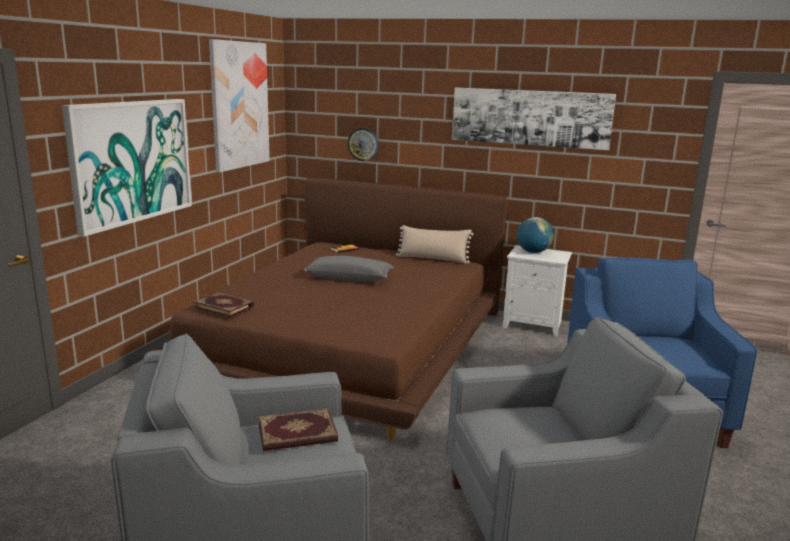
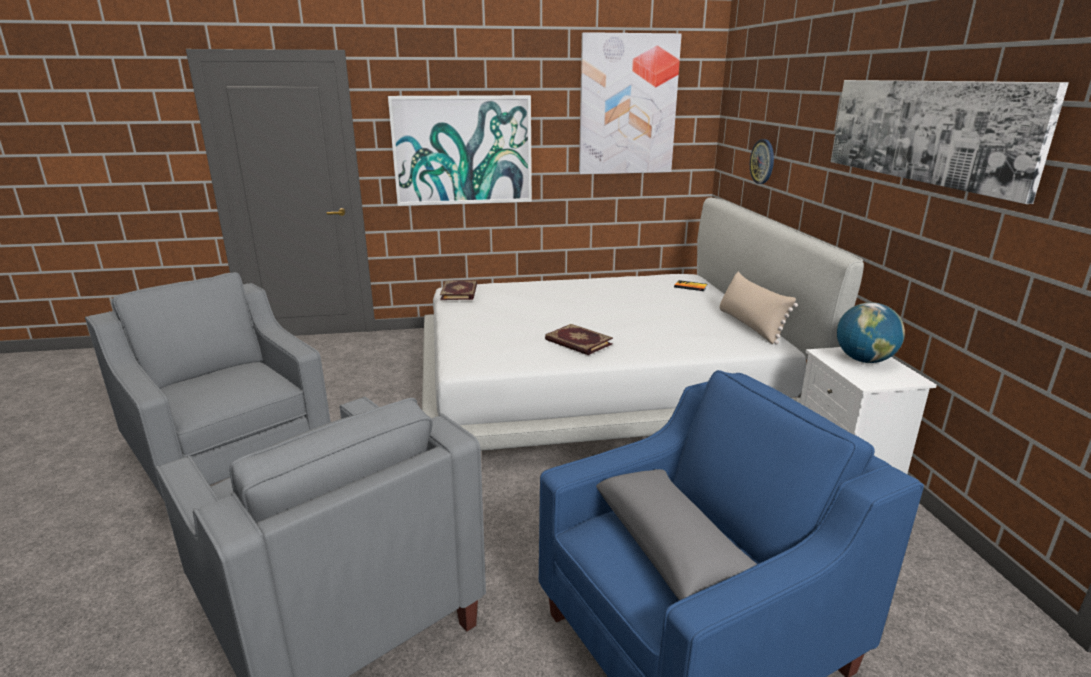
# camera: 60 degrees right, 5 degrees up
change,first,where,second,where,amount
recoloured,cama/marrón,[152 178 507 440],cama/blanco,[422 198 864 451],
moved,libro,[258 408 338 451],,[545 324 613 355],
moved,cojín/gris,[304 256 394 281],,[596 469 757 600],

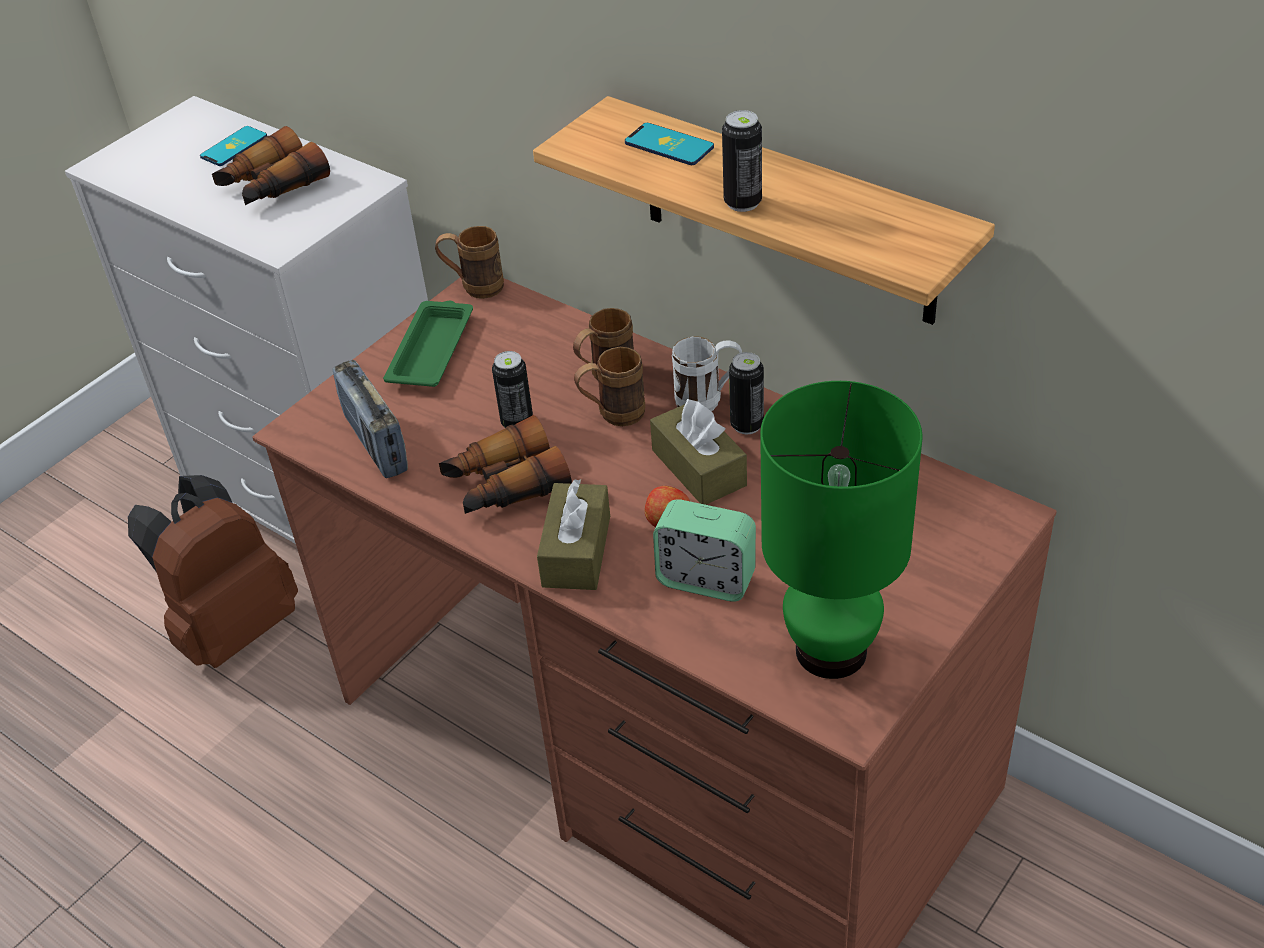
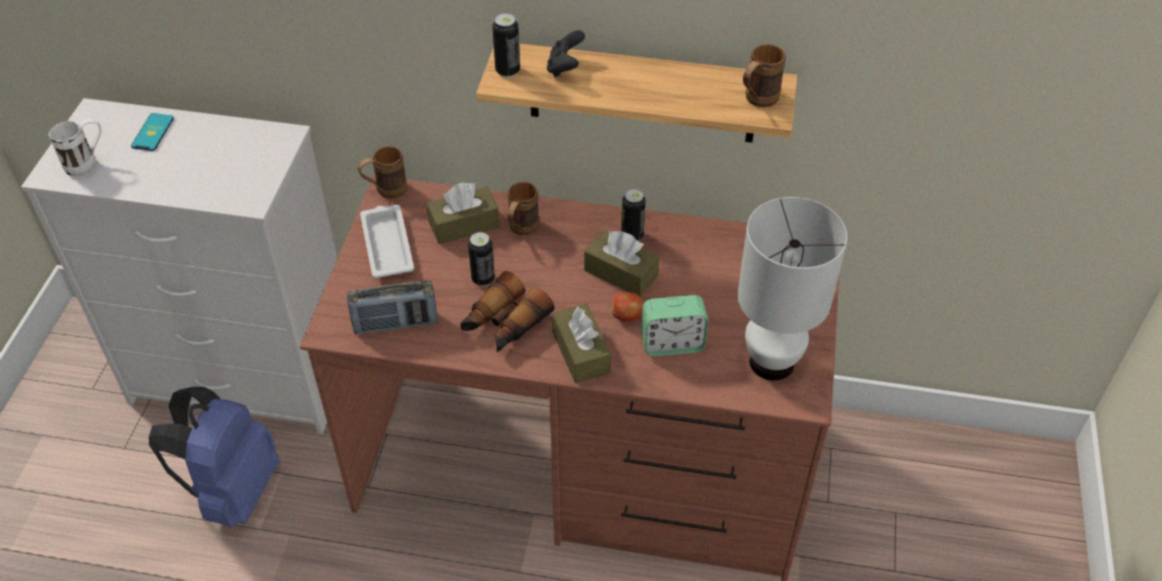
# camera: 30 degrees left, 5 degrees up
change,first,where,second,where,amount
moved,taza grande/blanco,[672 336 742 411],,[49 119 101 176],
recoloured,mochila/marrón,[128 475 298 668],mochila/azul,[149 387 279 527],
turned,radio,[333 360 408 478],,[347 280 437 334],45 degrees counterclockwise
recoloured,bandeja/verde,[383 301 473 387],bandeja/blanco,[360 205 414 278],
added,,,caja de pañuelos/marrón,[426 182 500 244],
moved,lata,[722 110 762 212],,[492 13 520 78],
replaced,móvil,[625 123 714 165],mando de consola/negro,[547 30 585 77],
recoloured,lámpara de mesa/verde,[760 381 922 679],lámpara de mesa/blanco,[738 197 847 381],
moved,taza grande/marrón,[574 347 645 426],,[743 44 786 107],
removed,prismáticos,[212 126 330 205],,,

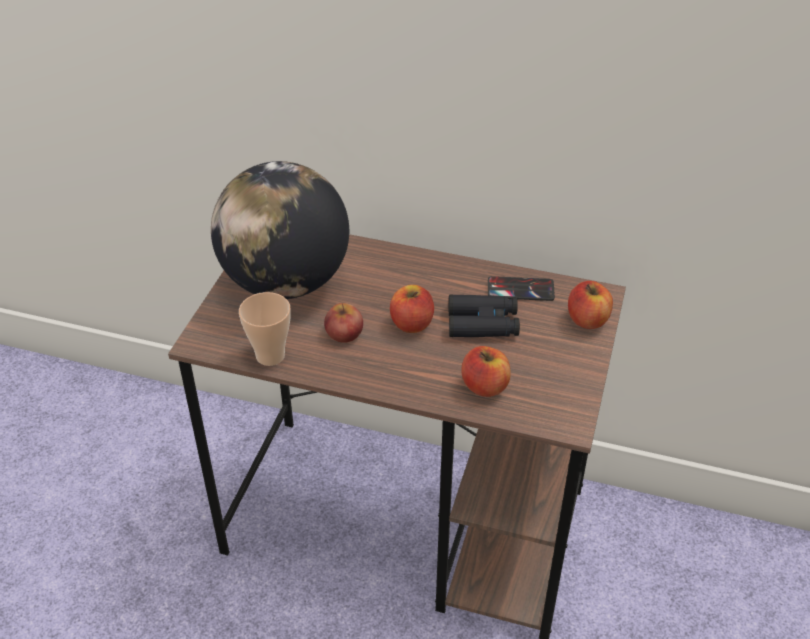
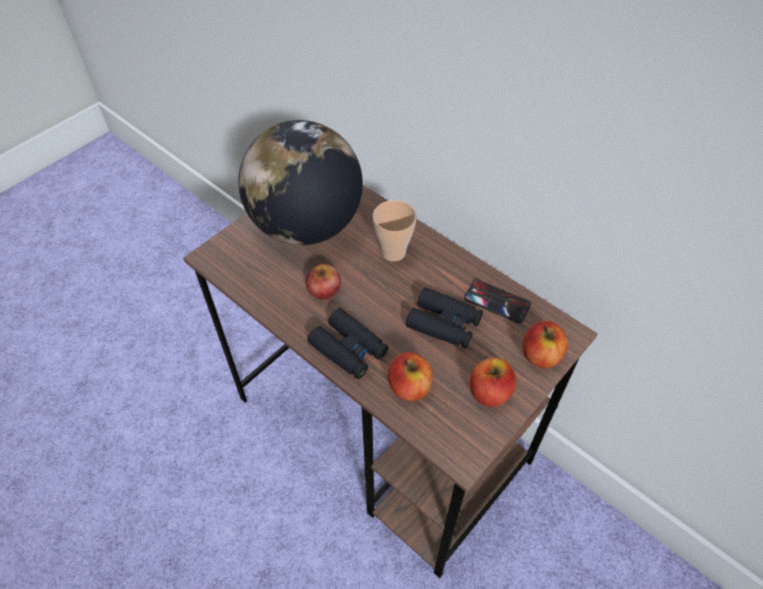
# camera: 25 degrees right, 10 degrees up
change,first,where,second,where,amount
added,,,prismáticos/negro,[307 308 388 379],
moved,taza,[239 292 291 366],,[373 200 417 261],
moved,manzana,[390 285 434 333],,[470 358 516 407],

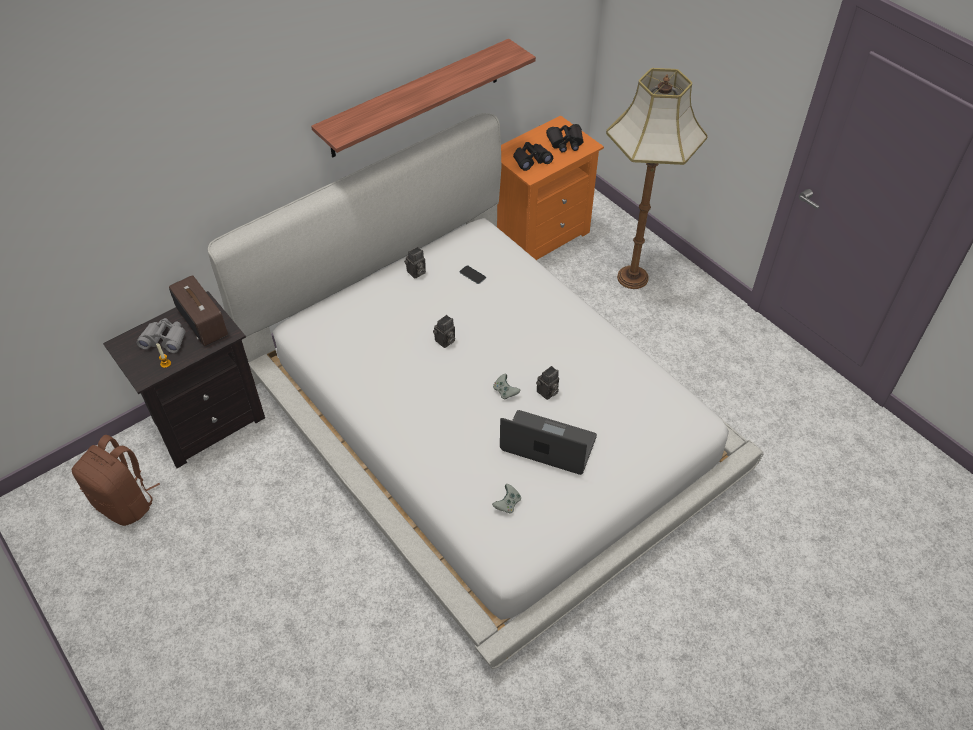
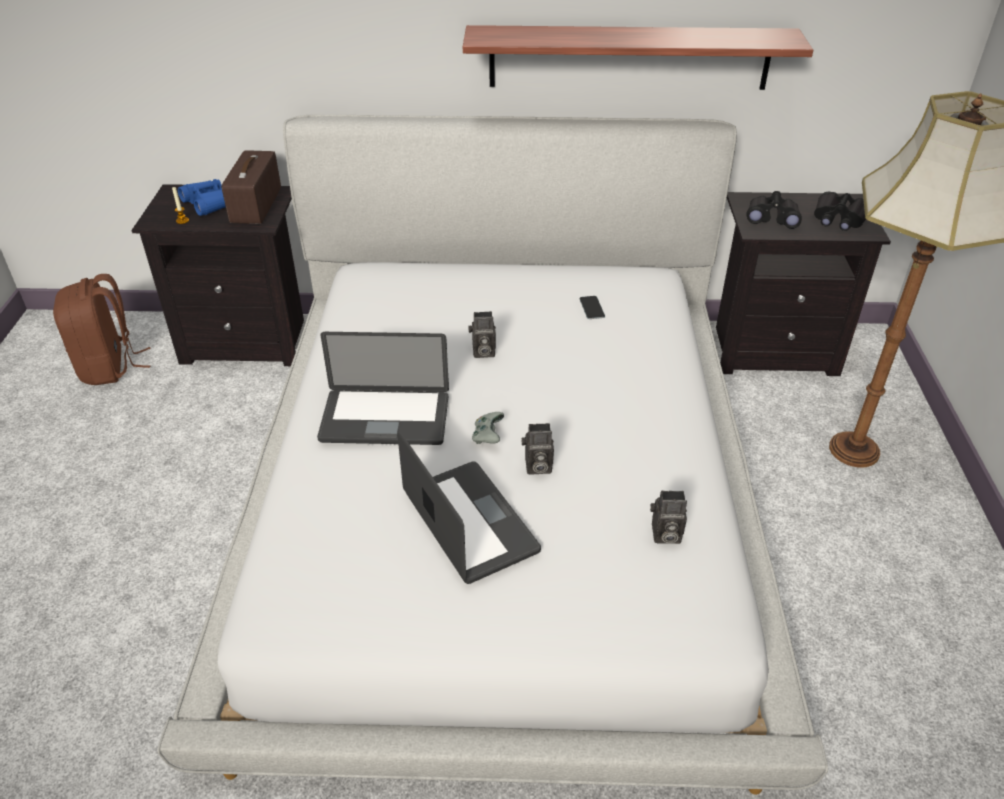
# camera: 40 degrees right, 10 degrees down
change,first,where,second,where,amount
recoloured,prismáticos/gris,[136 318 186 353],prismáticos/azul,[178 179 226 216],
added,,,portátil,[317 332 449 445],
moved,cámara,[404 247 426 279],,[650 490 687 544],
recoloured,mesita de noche/naranja,[497 115 604 260],mesita de noche/negro,[716 192 891 376],
removed,mando de consola/gris,[492 484 521 514],,,

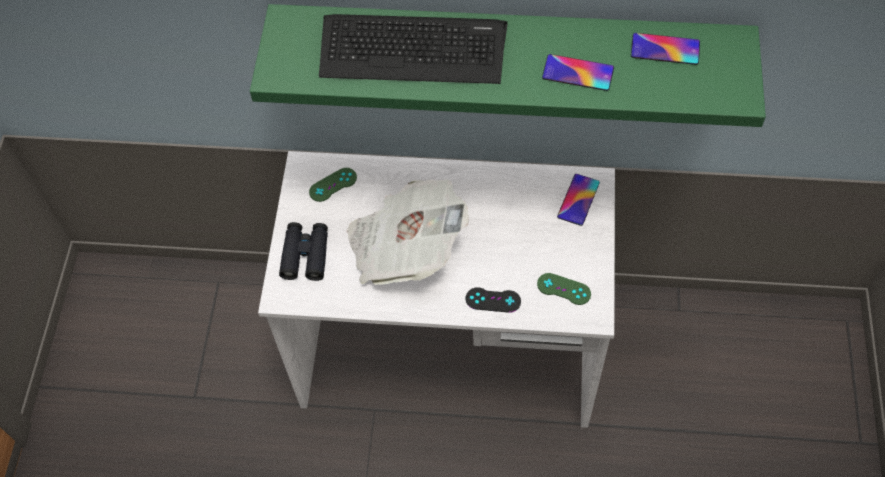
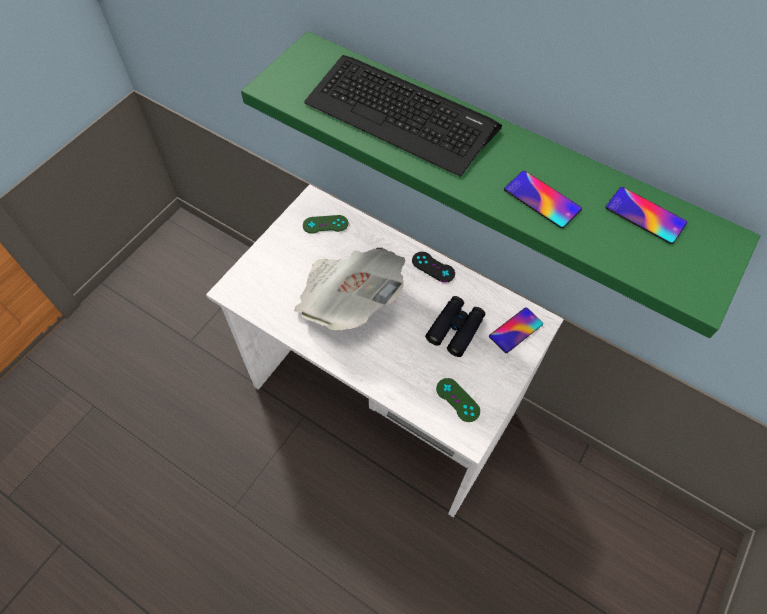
# camera: 25 degrees right, 0 degrees up
change,first,where,second,where,amount
moved,mando de consola/negro,[466 287 521 313],,[412 252 455 283],
moved,prismáticos/negro,[279 222 328 281],,[425 296 485 357],

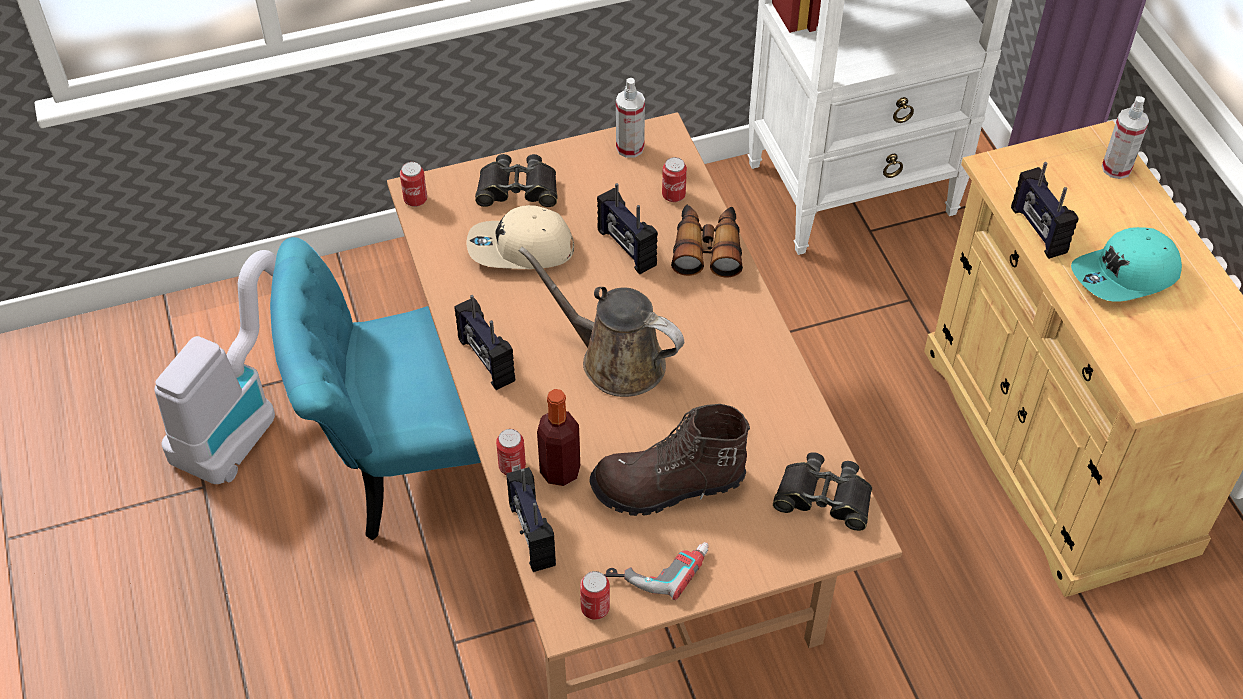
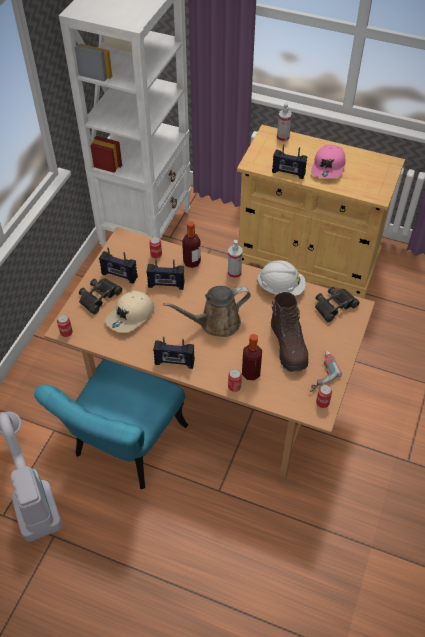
# camera: 50 degrees left, 0 degrees up
change,first,where,second,where,amount
moved,radio,[506 467 556 572],,[99 247 138 284],
replaced,prismáticos,[671 205 743 278],botella,[182 221 201 268],
moved,pulverizador,[616 78 645 158],,[228 240 243 279],
added,,,casco/blanco,[257 260 306 296],
turned,bota/marrón,[589 404 750 516],,[271 292 309 372],45 degrees counterclockwise
recoloured,gorra/turquesa,[1071 227 1182 302],gorra/rosa,[311 145 345 179],

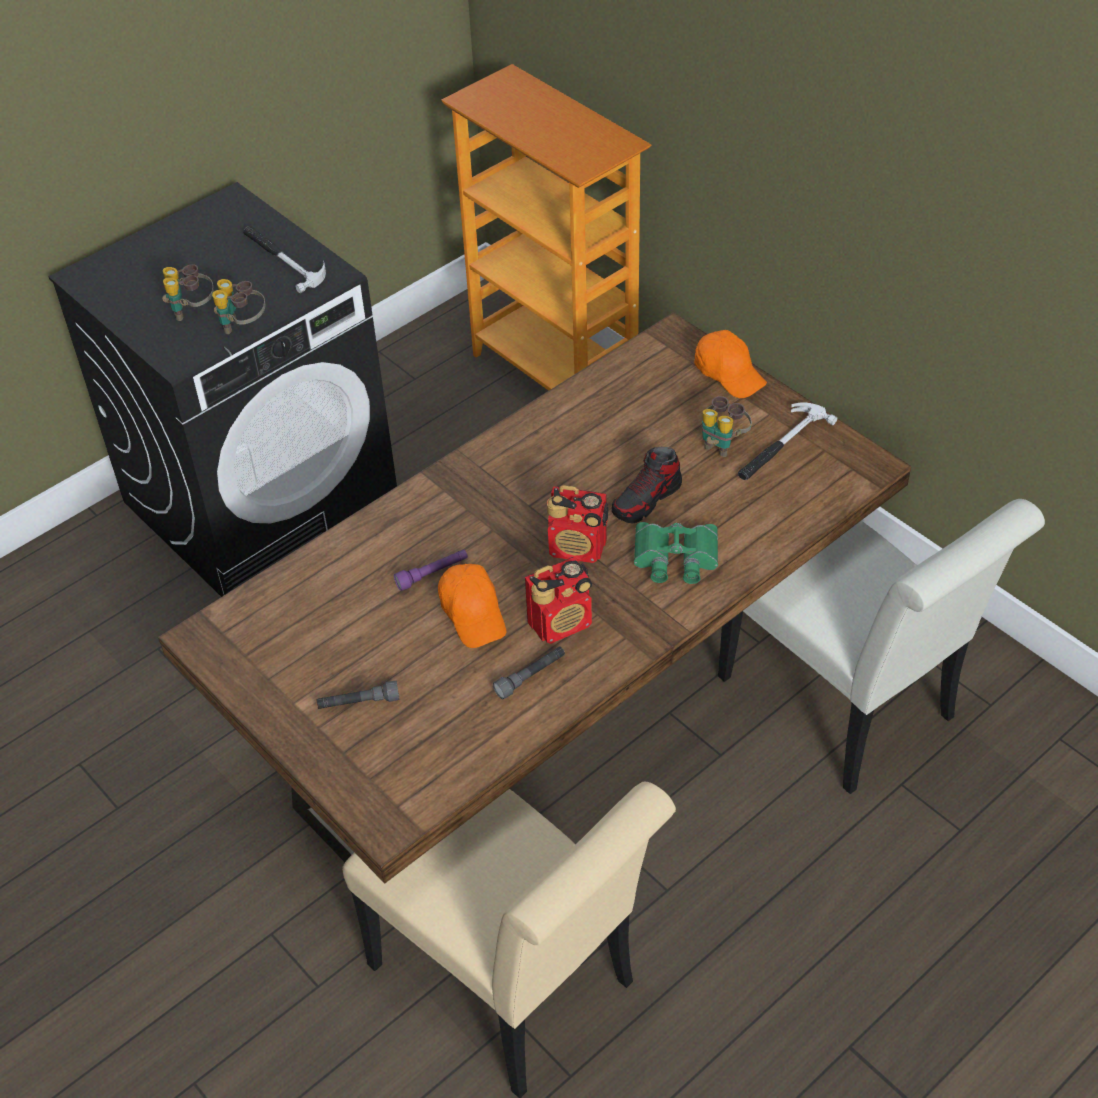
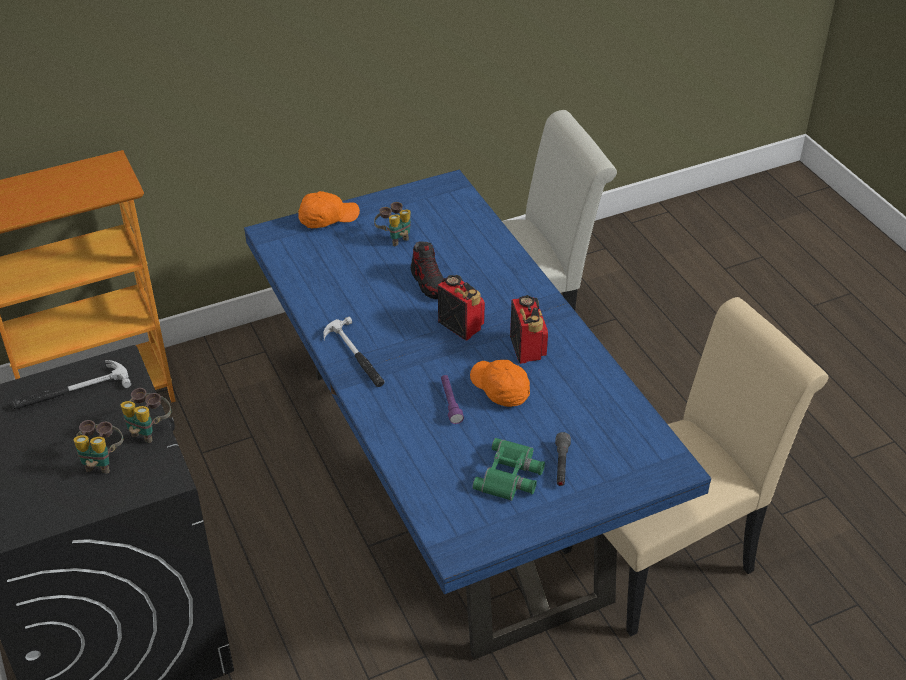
# camera: 75 degrees left, 5 degrees down
change,first,where,second,where,amount
recoloured,mesa de comedor/marrón,[158 312 912 884],mesa de comedor/azul,[244 169 711 660],
moved,martillo,[738 403 837 480],,[323 317 385 387],
turned,radio,[547 485 608 563],,[438 275 485 341],75 degrees counterclockwise
turned,gorra/naranja,[438 564 506 648],,[470 360 530 407],120 degrees counterclockwise
moved,prismáticos/verde,[634 522 718 584],,[473 438 545 501],
removed,linterna/gris,[493 646 565 699],,,

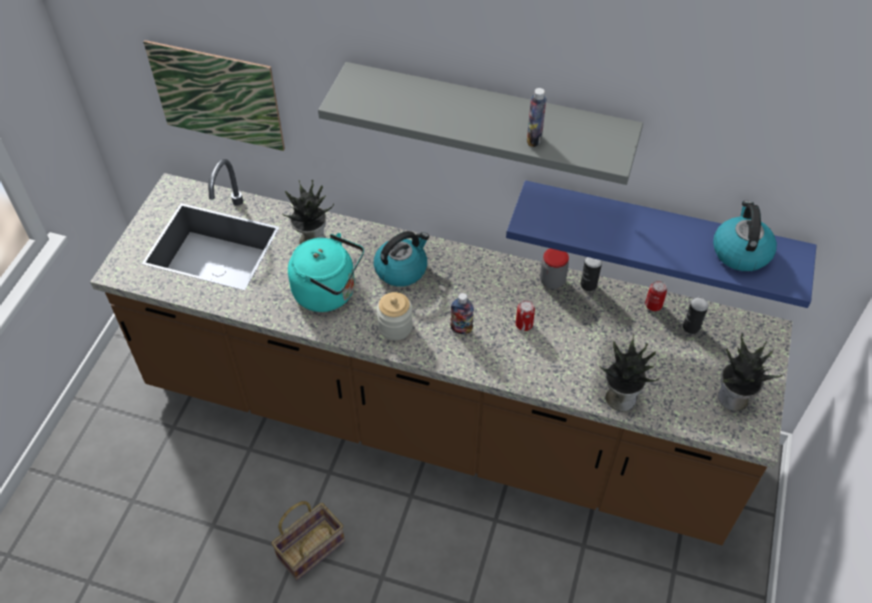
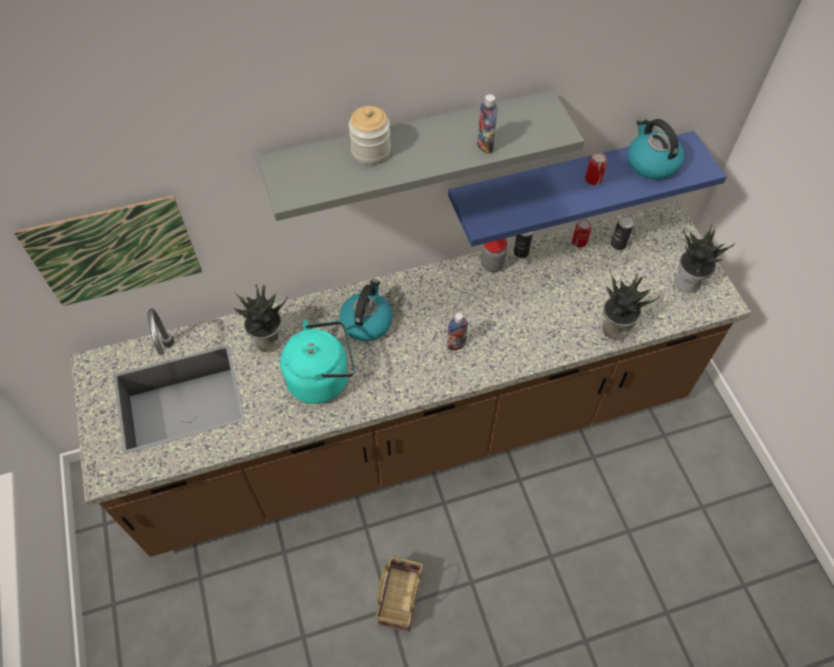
# camera: 35 degrees left, 5 degrees up
change,first,where,second,where,amount
moved,tarro,[377 292 413 340],,[349 106 391 165],
moved,lata,[516 300 535 331],,[585 152 607 185],

